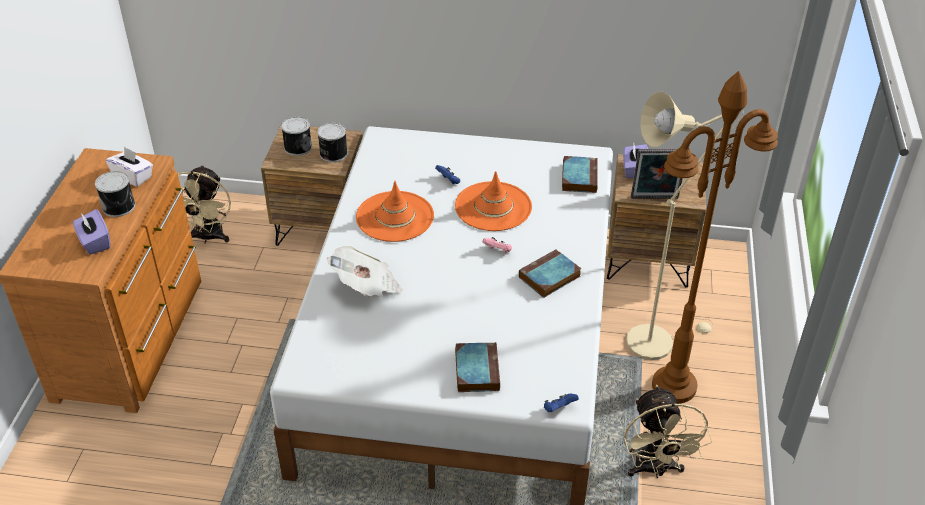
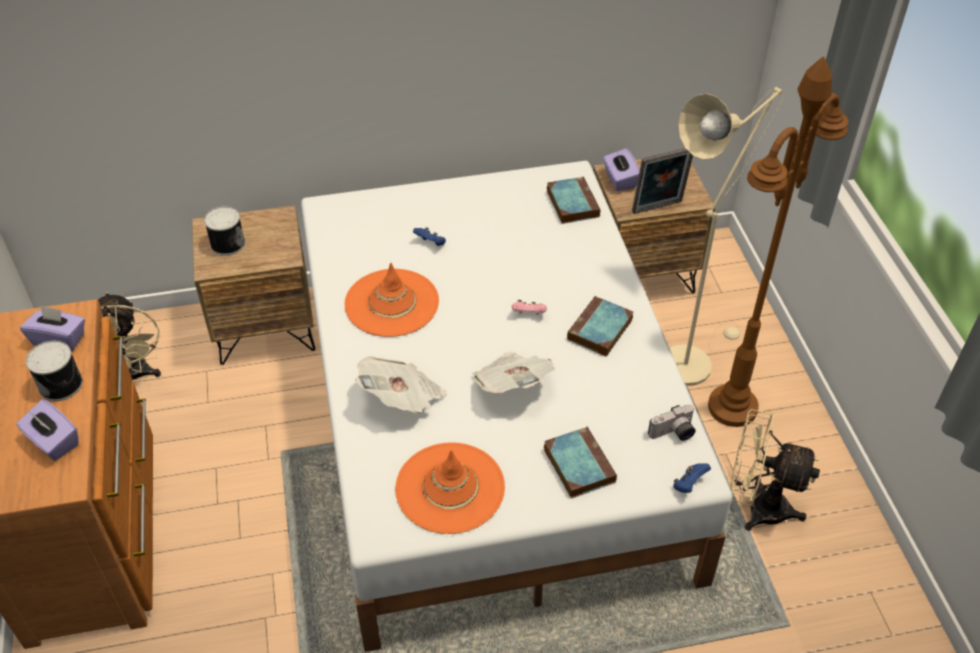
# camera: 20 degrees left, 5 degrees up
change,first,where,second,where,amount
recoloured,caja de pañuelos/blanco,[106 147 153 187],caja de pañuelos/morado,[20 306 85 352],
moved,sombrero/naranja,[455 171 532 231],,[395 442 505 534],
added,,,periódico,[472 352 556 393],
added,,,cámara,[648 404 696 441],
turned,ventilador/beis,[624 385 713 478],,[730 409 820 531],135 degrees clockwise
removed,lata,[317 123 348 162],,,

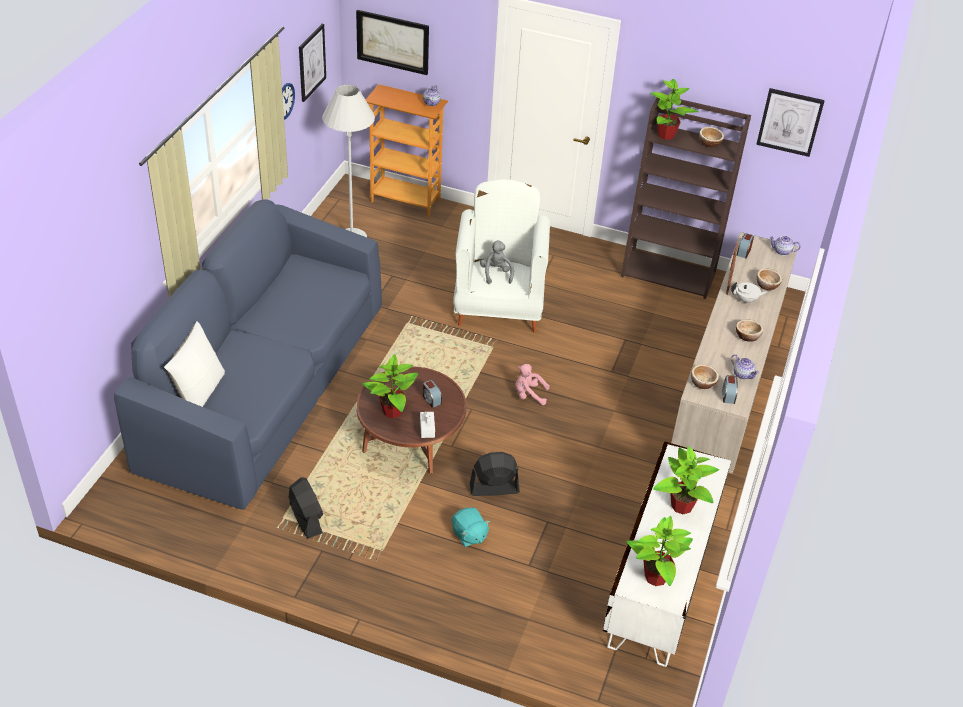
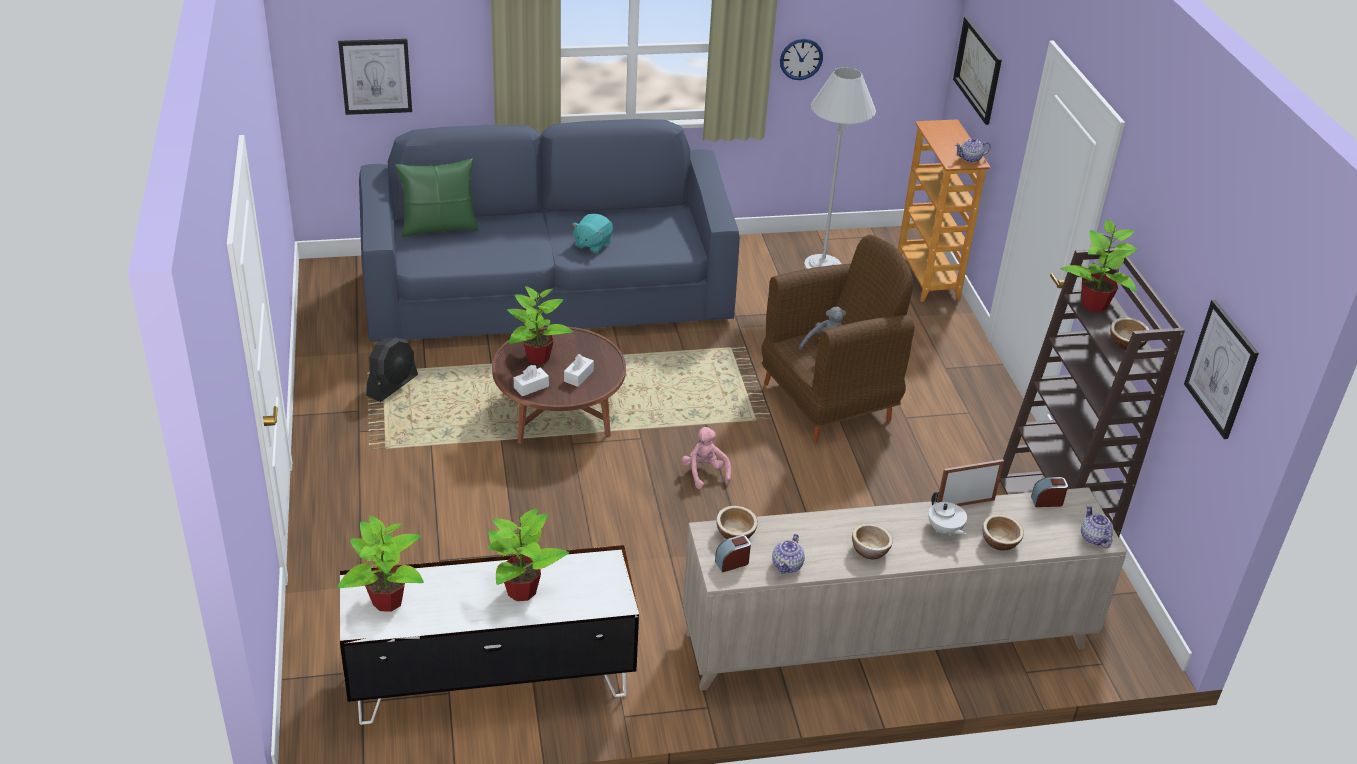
# camera: 60 degrees right, 5 degrees down
change,first,where,second,where,amount
moved,cuadro,[299 24 326 102],,[338 39 412 115],
recoloured,cojín/blanco,[164 321 225 407],cojín/verde,[395 158 479 237],
replaced,despertador,[423 380 442 408],caja de pañuelos/blanco,[564 354 594 387],
moved,peluche/turquesa,[452 507 490 547],,[572 214 613 254],
recoloured,sillón/blanco,[453 179 550 333],sillón/marrón,[762 235 915 443],
removed,ventilador/negro,[470 452 520 496],,,

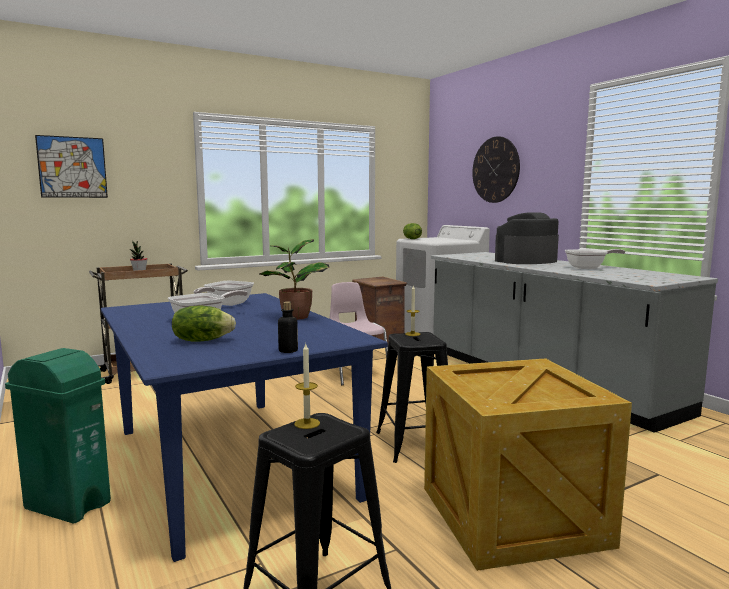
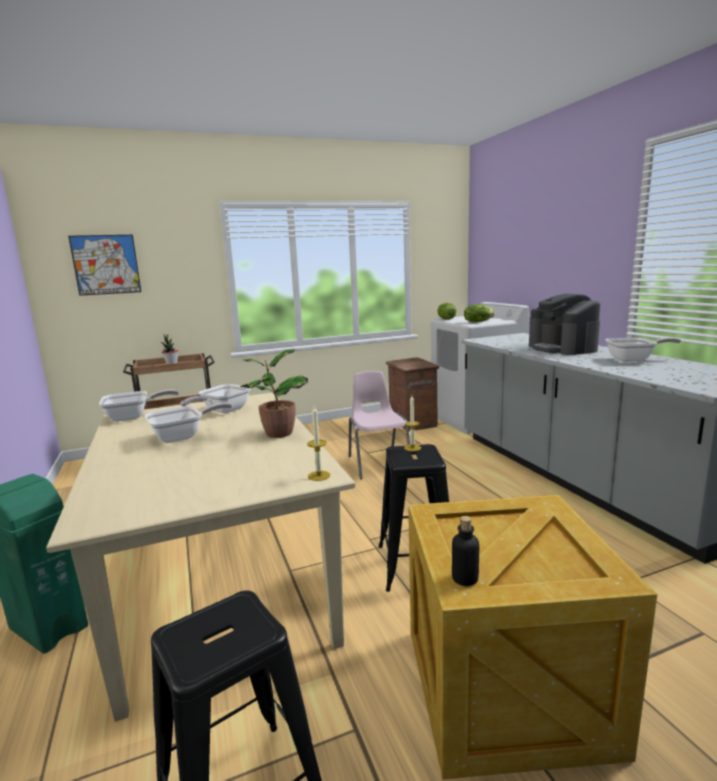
# camera: 10 degrees right, 5 degrees up
change,first,where,second,where,amount
recoloured,mesa de comedor/azul,[101 293 388 562],mesa de comedor/beis,[46 392 356 722],
added,,,sartén,[99 389 179 422],
moved,vela,[294 344 320 429],,[307 406 330 481],
moved,botella,[278 301 298 353],,[452 516 479 586],
moved,lechuga,[172 305 236 342],,[464 304 495 322],
turned,cafetera,[495 212 559 264],,[529 294 600 355],90 degrees counterclockwise
removed,reloj de pared,[472 136 520 203],,,

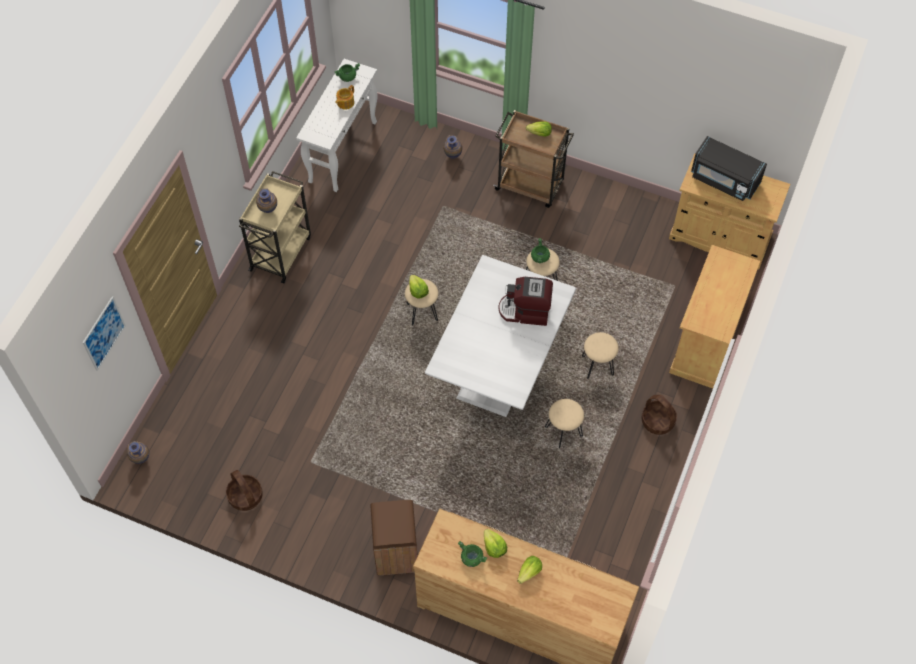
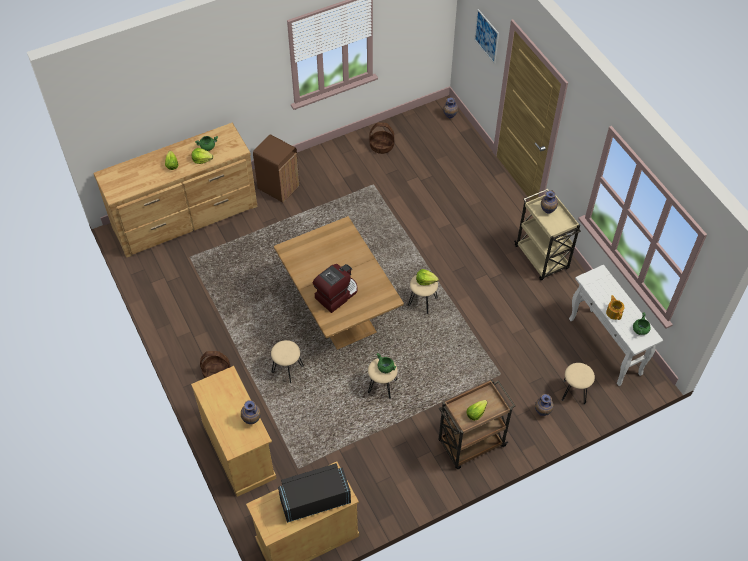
# camera: 130 degrees right, 5 degrees down
change,first,where,second,where,amount
added,,,florero,[241 400 261 424],
recoloured,mesa de comedor/blanco,[425 255 576 417],mesa de comedor/marrón,[274 216 404 350],
moved,taburete/beis,[545 399 584 449],,[562 363 595 404],

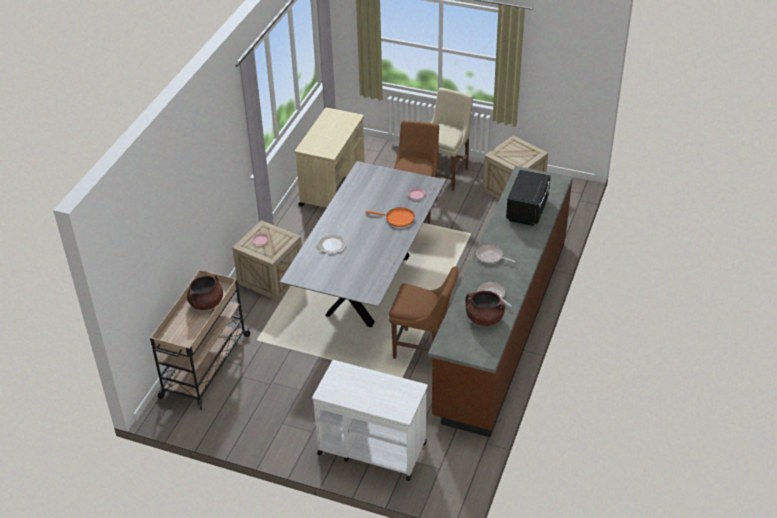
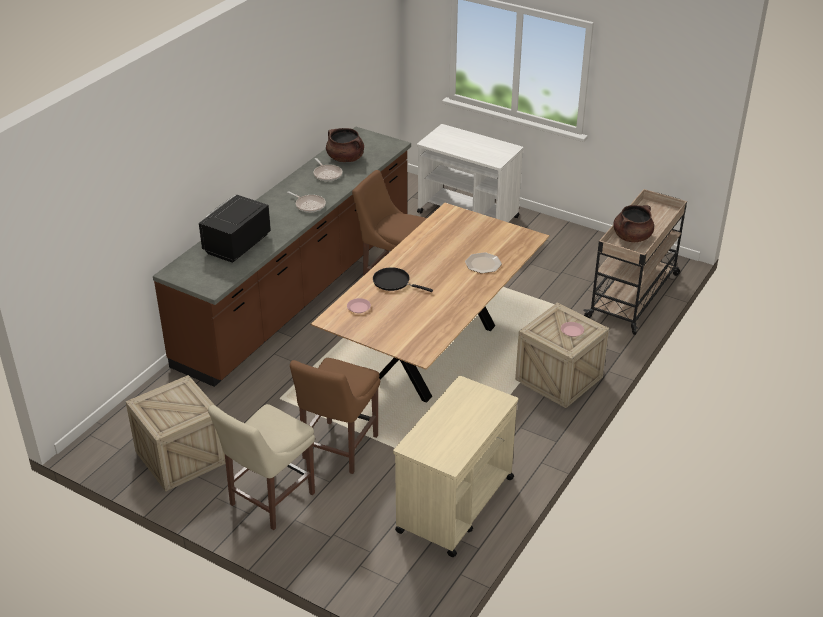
# camera: 170 degrees left, 5 degrees down
change,first,where,second,where,amount
recoloured,mesa de comedor/gris,[280 161 446 327],mesa de comedor/marrón,[310 203 550 403],
recoloured,sartén/naranja,[366 207 415 227],sartén/negro,[373 267 433 292],

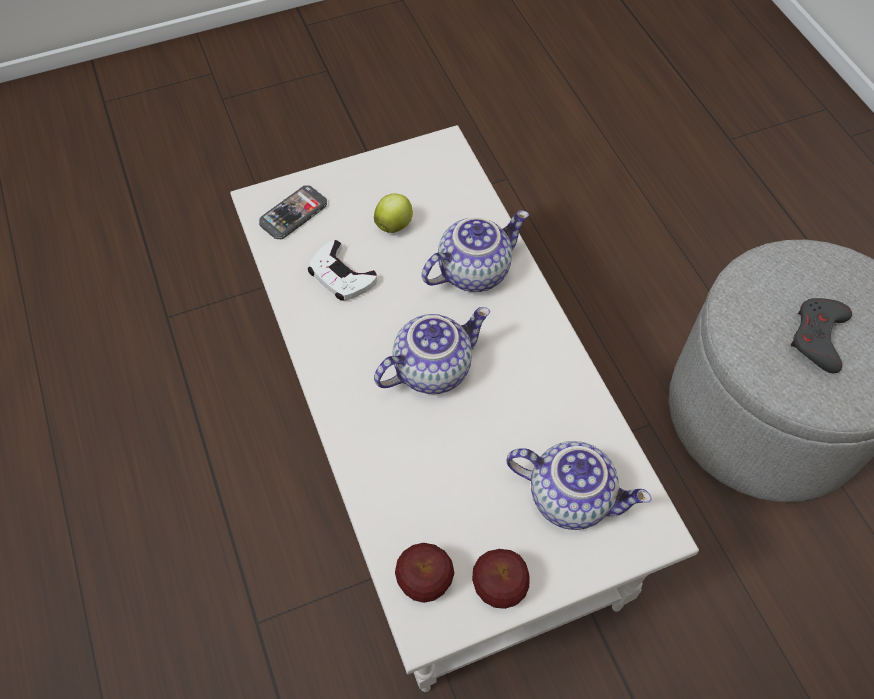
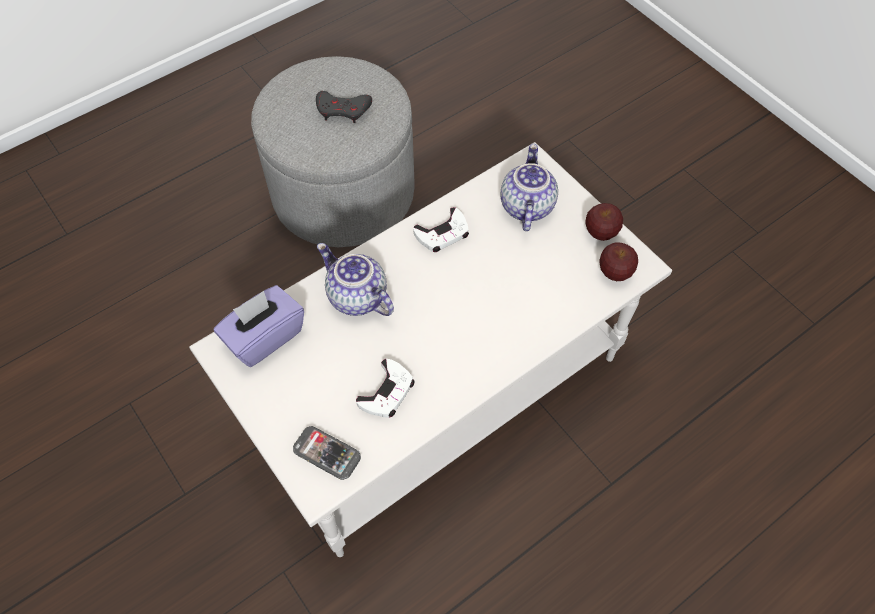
# camera: 105 degrees left, 0 degrees up
change,first,where,second,where,amount
added,,,caja de pañuelos/morado,[214 285 304 367],
added,,,mando de consola/blanco,[413 207 469 252],
removed,manzana,[374 194 413 233],,,
removed,tetera,[374 307 490 394],,,

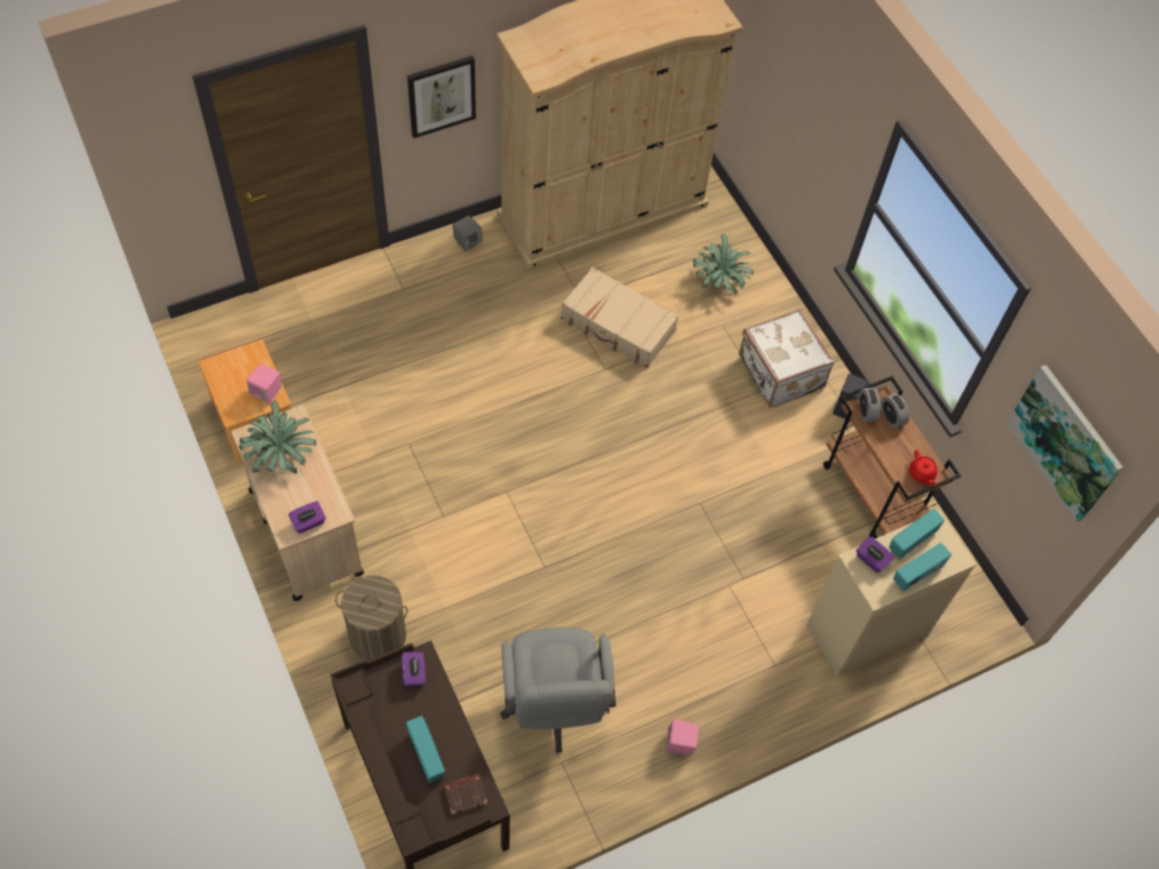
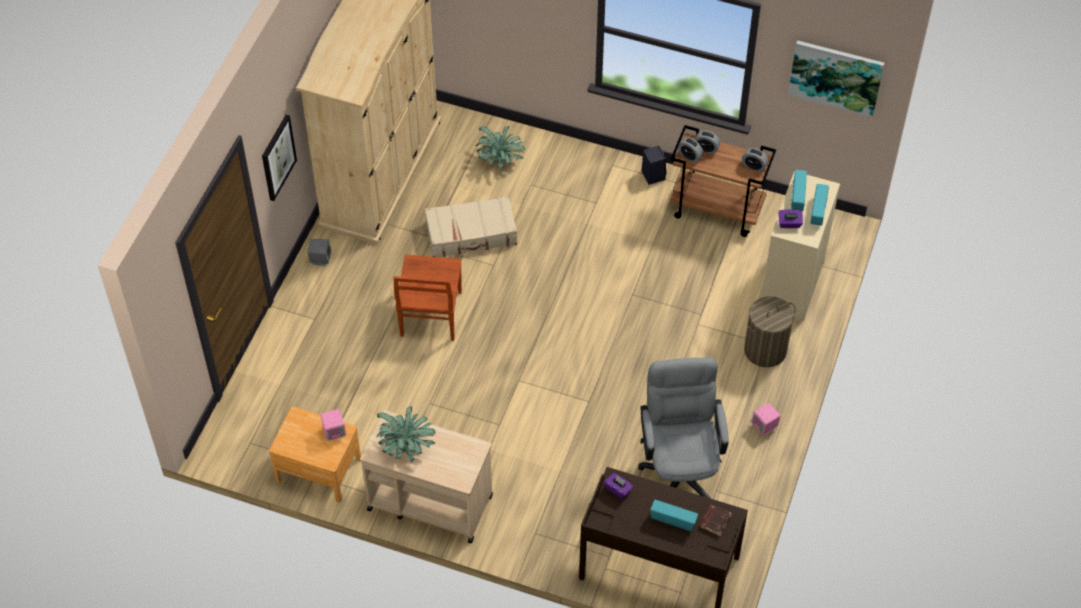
# camera: 40 degrees left, 5 degrees down
change,first,where,second,where,amount
added,,,silla/marrón,[394 254 462 341],
turned,silla de oficina/gris,[500 628 616 753],,[638 357 729 499],135 degrees counterclockwise
replaced,tetera/rojo,[909 450 938 486],despertador,[742 148 768 172],
moved,cesto de la ropa,[335 575 408 661],,[744 296 796 367],
removed,caja de pañuelos/morado,[288 501 326 533],,,
removed,maleta/blanco,[739 309 834 408],,,

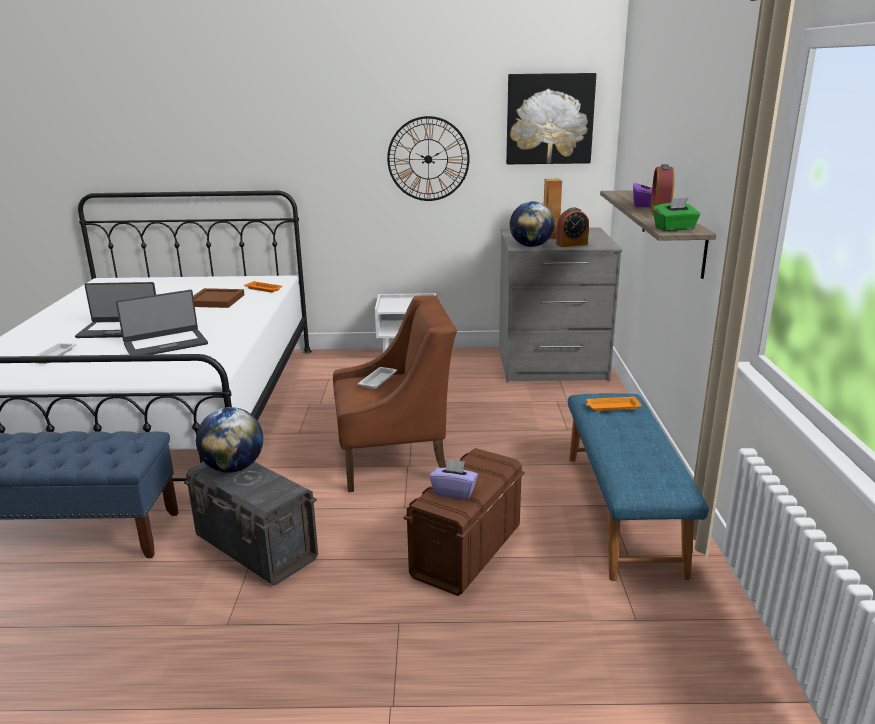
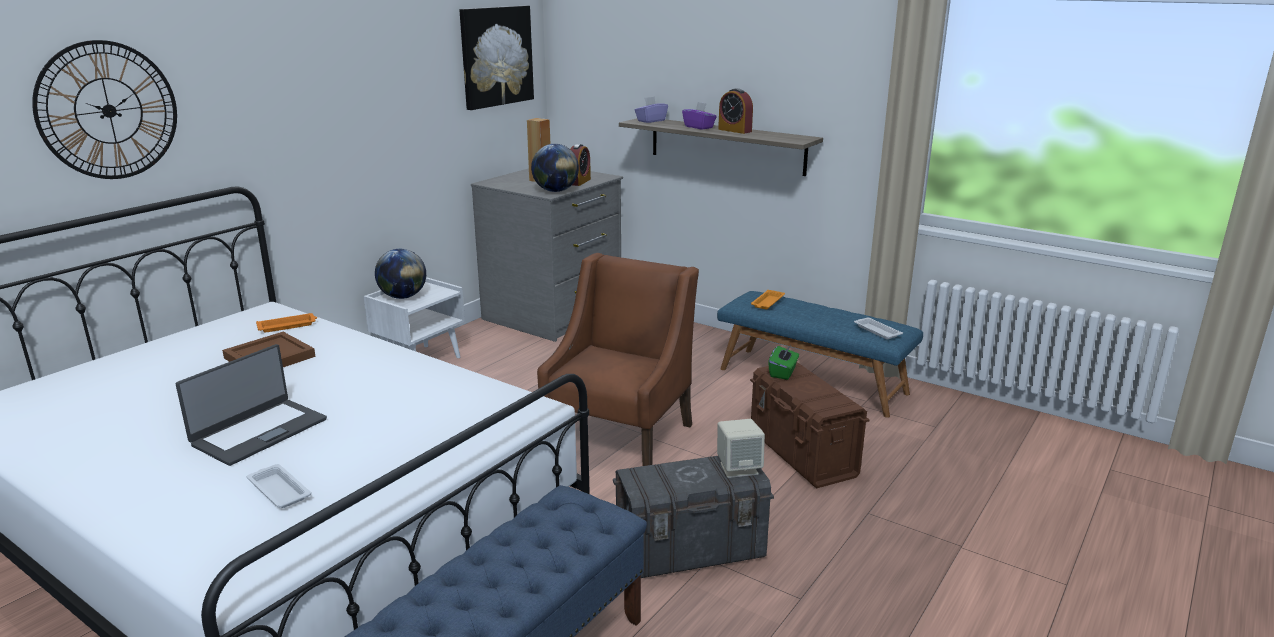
# camera: 55 degrees left, 0 degrees up
change,first,where,second,where,amount
moved,reloj de pared,[387 116 470 201],,[32 40 177 179],
moved,globo terráqueo,[196 407 263 473],,[375 249 426 299],
moved,caja de pañuelos/morado,[430 459 478 500],,[635 96 668 123],
added,,,altavoz/beis,[717 419 765 478],
moved,caja de pañuelos/verde,[653 198 700 231],,[768 345 799 380],
moved,bandeja/blanco,[358 367 397 389],,[854 318 903 339],
removed,portátil,[116 290 208 355],,,

